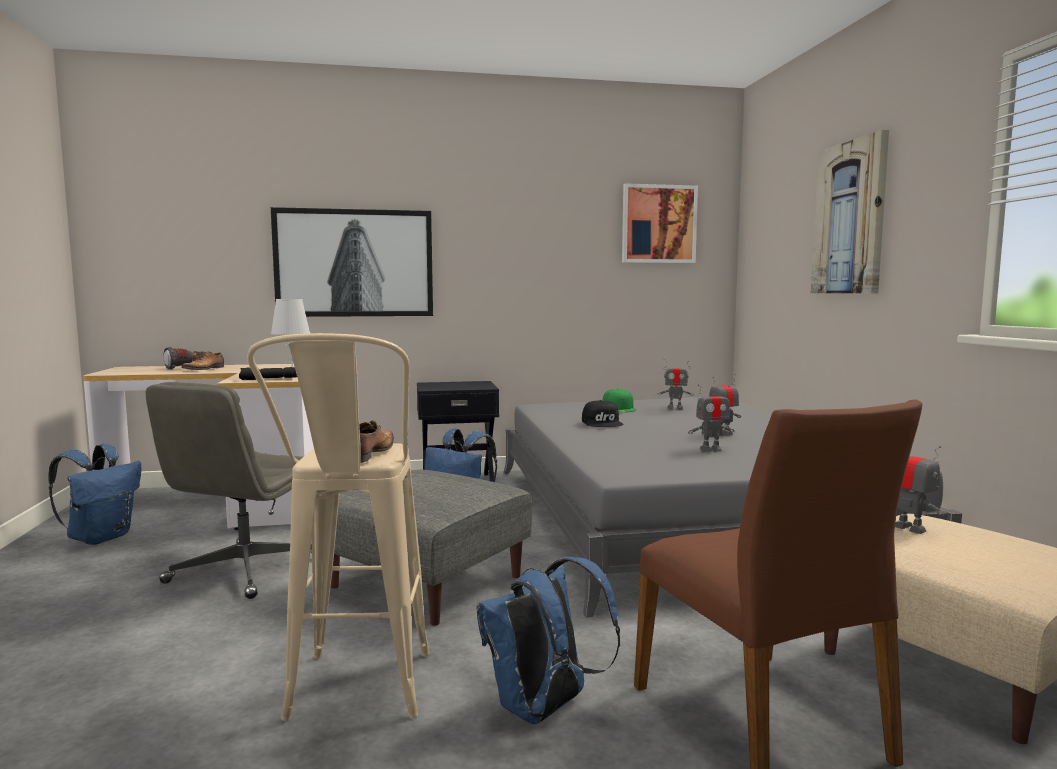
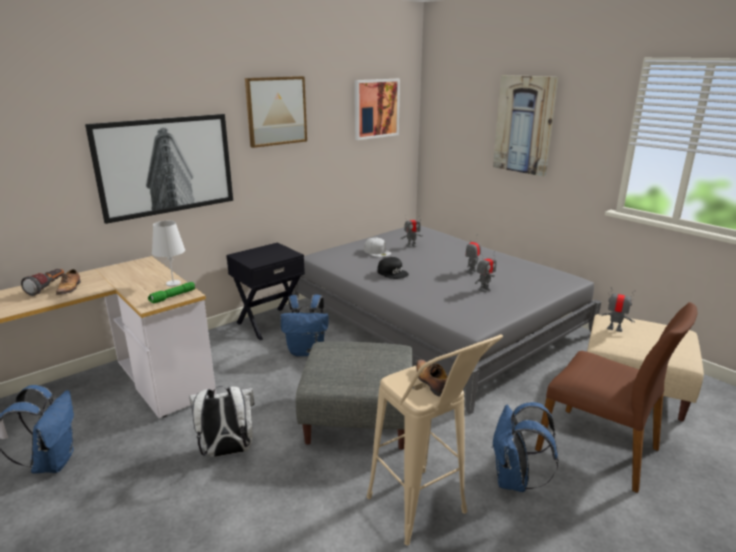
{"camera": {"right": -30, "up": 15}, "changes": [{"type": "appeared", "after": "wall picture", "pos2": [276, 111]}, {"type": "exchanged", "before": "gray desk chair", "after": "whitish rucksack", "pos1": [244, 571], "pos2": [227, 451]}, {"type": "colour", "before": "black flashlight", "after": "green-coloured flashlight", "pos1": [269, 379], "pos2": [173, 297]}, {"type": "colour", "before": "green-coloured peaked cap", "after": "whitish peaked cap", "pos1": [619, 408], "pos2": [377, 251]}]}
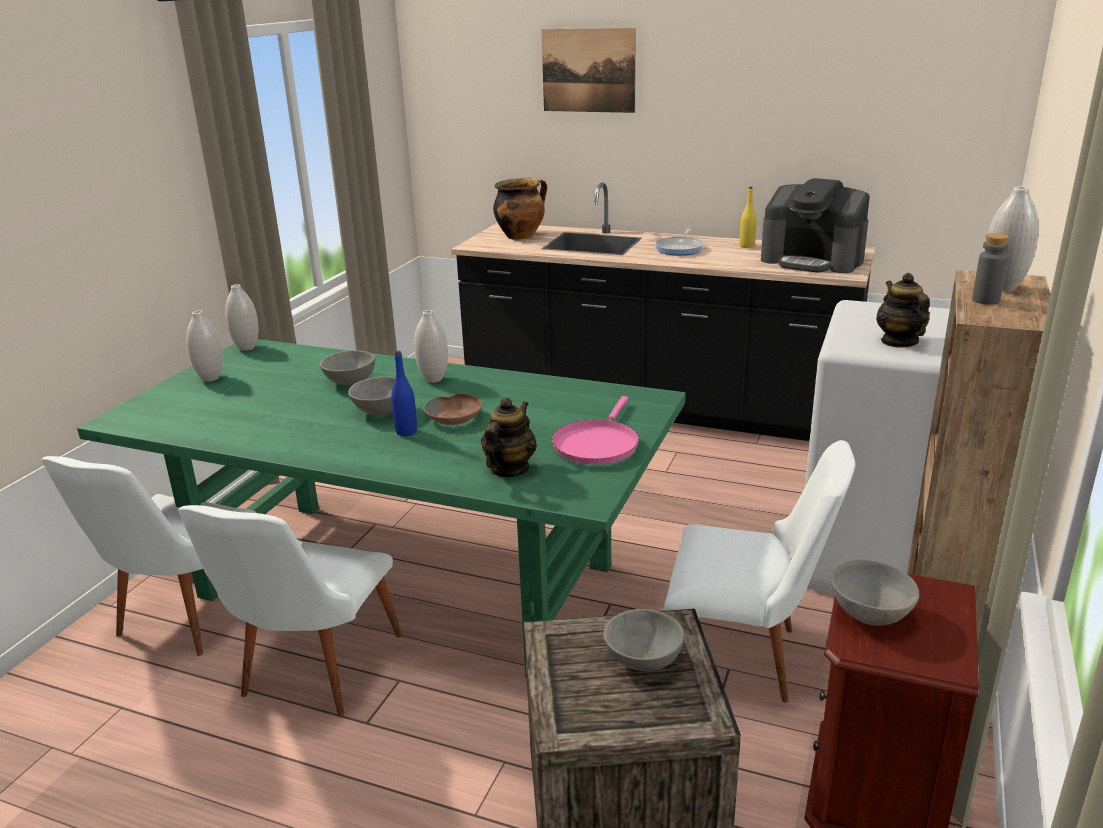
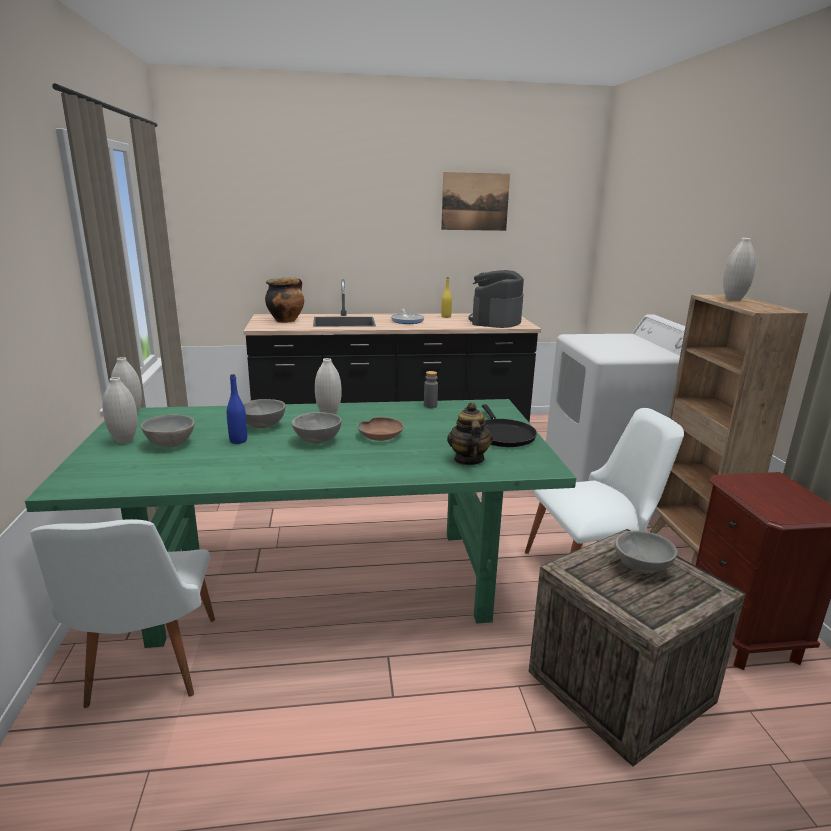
{"camera": {"right": -30, "up": -5}, "changes": [{"type": "missing", "before": "whitish upright chair", "pos1": [311, 674]}, {"type": "missing", "before": "tea pot", "pos1": [899, 342]}, {"type": "relocated", "before": "blue bottle", "pos1": [406, 432], "pos2": [238, 441]}, {"type": "relocated", "before": "wall picture", "pos1": [588, 70], "pos2": [475, 202]}, {"type": "relocated", "before": "gray serving bowl", "pos1": [870, 614], "pos2": [171, 443]}, {"type": "relocated", "before": "gray bottle", "pos1": [985, 300], "pos2": [430, 406]}, {"type": "colour", "before": "pink-coloured frying pan", "after": "black frying pan", "pos1": [597, 444], "pos2": [502, 435]}, {"type": "spun", "before": "coffee brewer", "pos1": [812, 260], "pos2": [495, 321], "turn": 105}]}
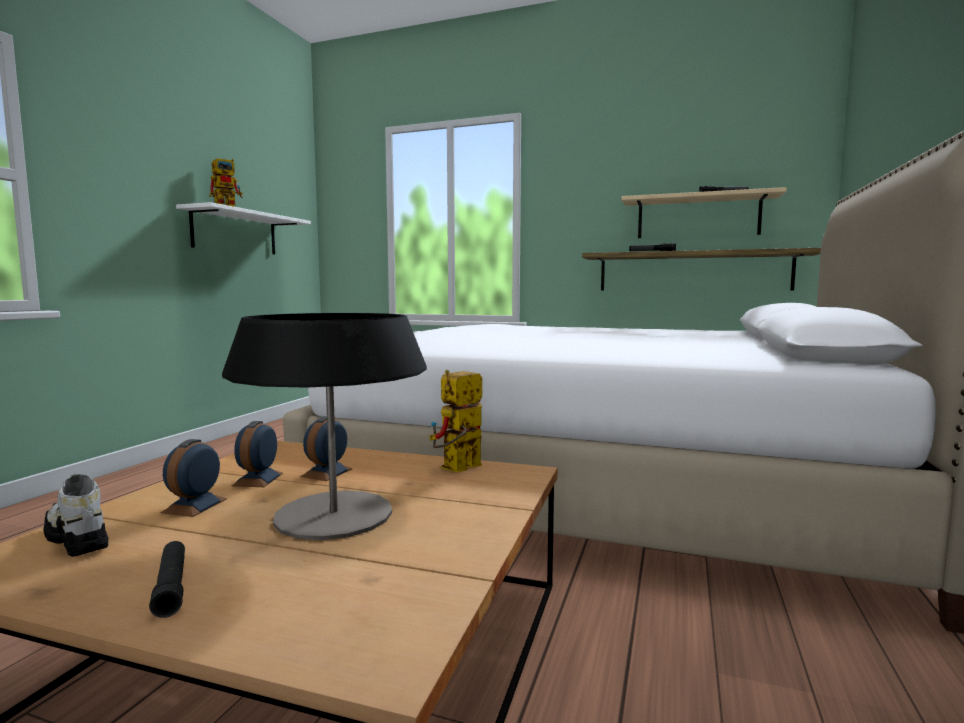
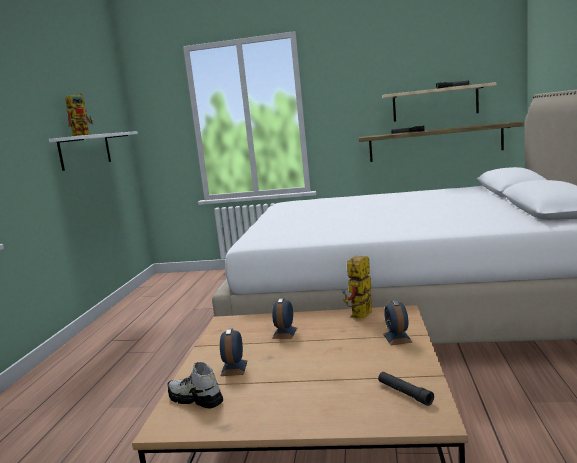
{"camera": {"right": -10, "up": 5}, "changes": [{"type": "missing", "before": "tabletop lamp", "pos1": [333, 514]}, {"type": "relocated", "before": "black flashlight", "pos1": [171, 586], "pos2": [404, 393]}, {"type": "relocated", "before": "bedside clock", "pos1": [258, 479], "pos2": [397, 338]}]}
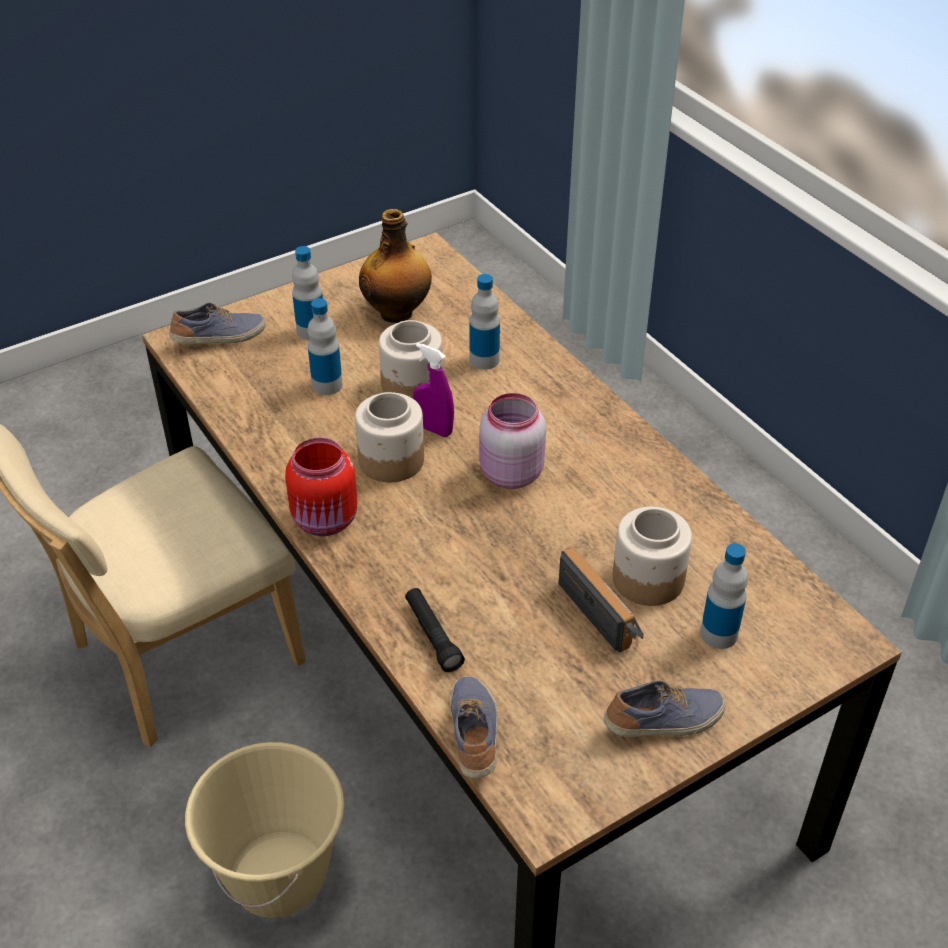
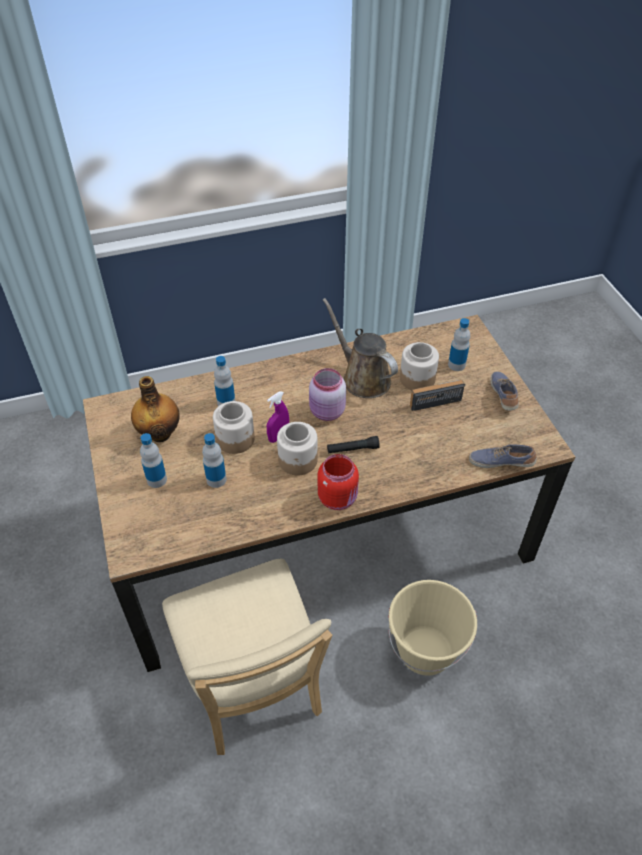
{"camera": {"right": -75, "up": 5}, "changes": [{"type": "missing", "before": "low shoe", "pos1": [220, 338]}, {"type": "appeared", "after": "brown sprinkling can", "pos2": [363, 378]}, {"type": "relocated", "before": "black flashlight", "pos1": [432, 635], "pos2": [352, 449]}]}
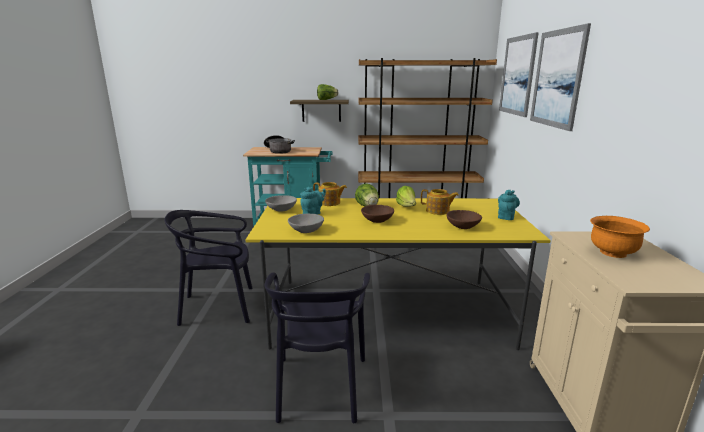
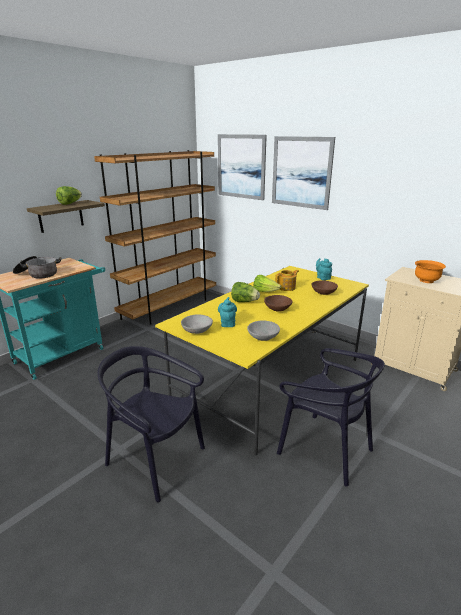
{"camera": {"right": -50, "up": 5}, "changes": [{"type": "missing", "before": "tea pot", "pos1": [330, 203]}, {"type": "spun", "before": "black upright chair", "pos1": [219, 307], "pos2": [155, 459], "turn": 90}]}
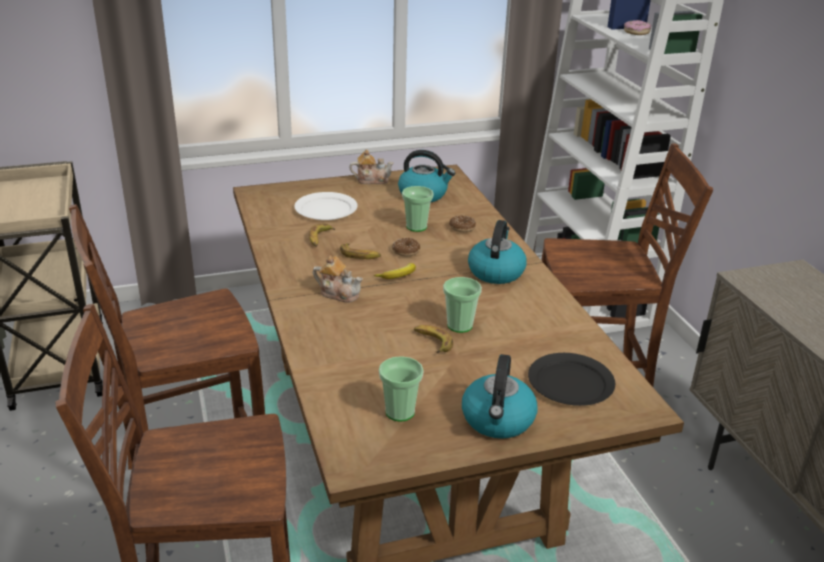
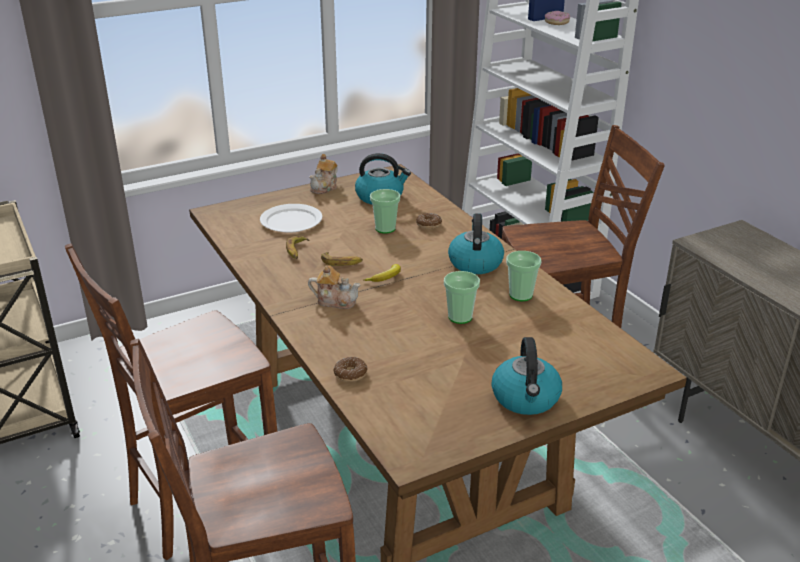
{"camera": {"right": -10, "up": 0}, "changes": [{"type": "missing", "before": "banana", "pos1": [432, 342]}, {"type": "missing", "before": "black plate", "pos1": [571, 382]}, {"type": "relocated", "before": "small cup", "pos1": [400, 412], "pos2": [520, 295]}, {"type": "relocated", "before": "donut", "pos1": [406, 251], "pos2": [350, 374]}, {"type": "spun", "before": "tea pot", "pos1": [371, 180], "pos2": [325, 187], "turn": 135}]}
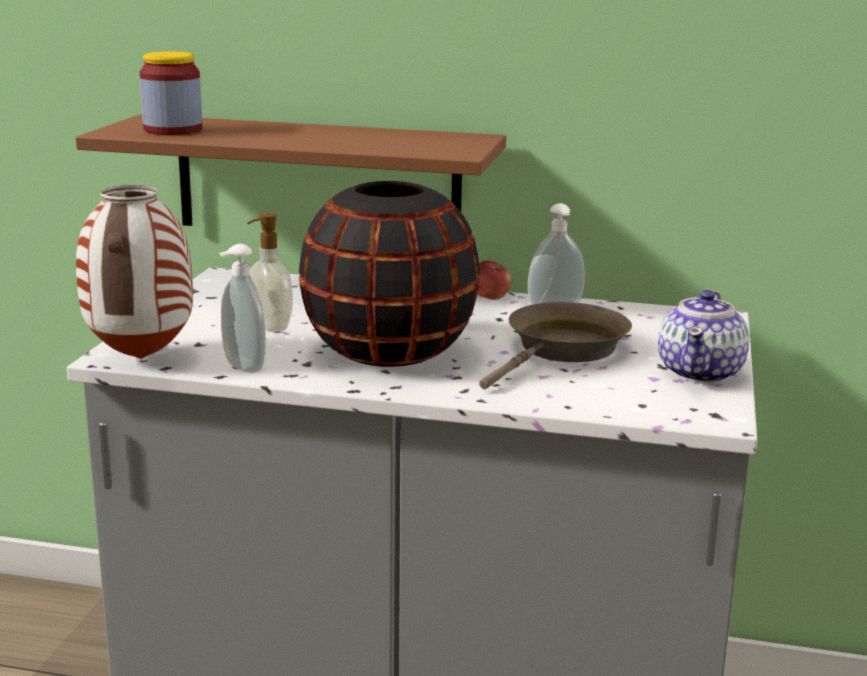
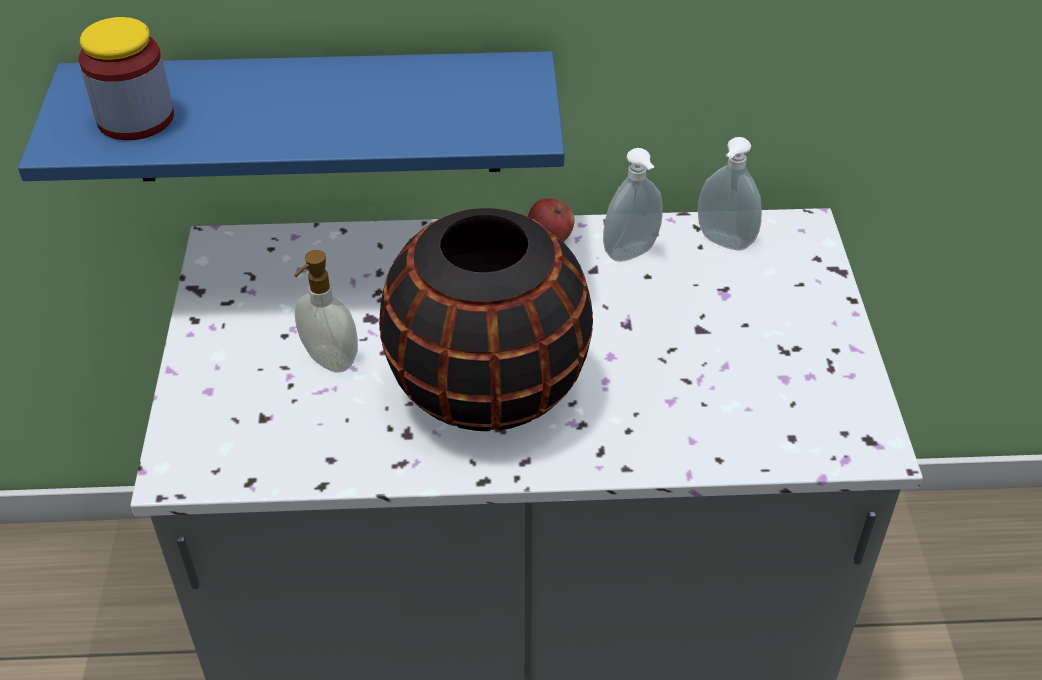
{"camera": {"right": -15, "up": 25}, "changes": [{"type": "missing", "before": "decorative vase", "pos1": [142, 359]}, {"type": "missing", "before": "brown frying pan", "pos1": [563, 350]}, {"type": "missing", "before": "tea pot", "pos1": [701, 372]}, {"type": "relocated", "before": "liquid soap bottle", "pos1": [241, 367], "pos2": [723, 243]}, {"type": "colour", "before": "brown wall shelf", "after": "blue wall shelf", "pos1": [317, 180], "pos2": [315, 117]}]}
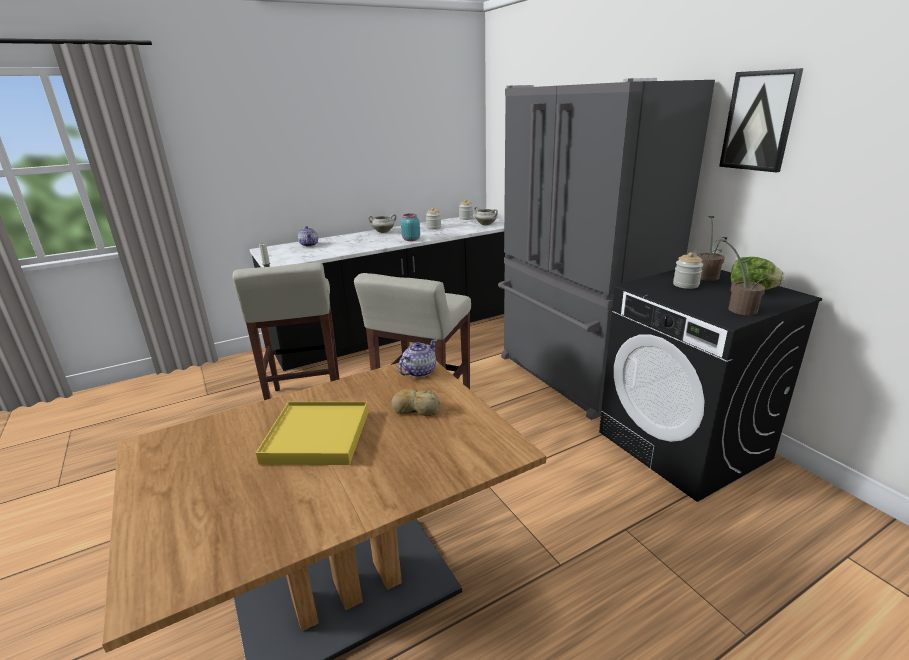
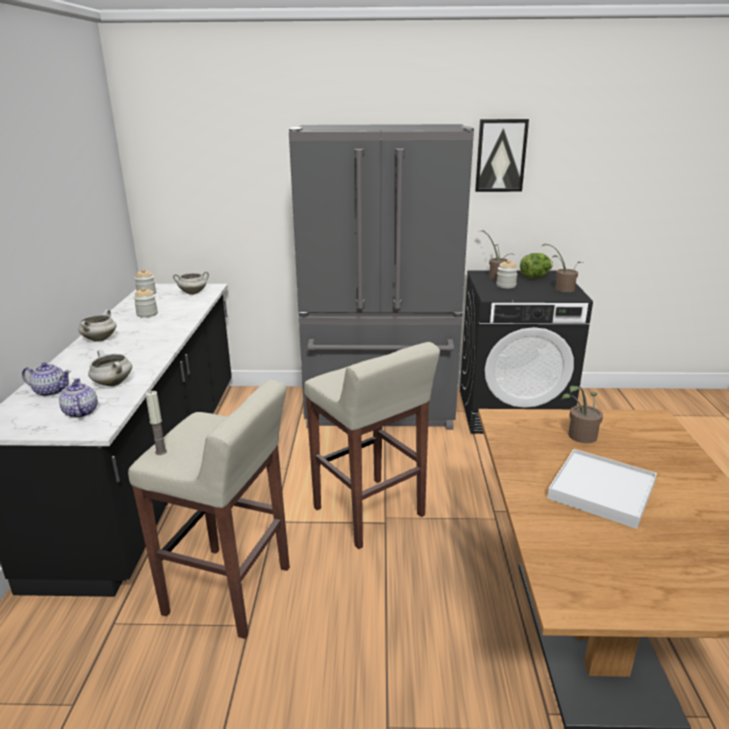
{"camera": {"right": -60, "up": 0}, "changes": [{"type": "missing", "before": "blue-green storage jar", "pos1": [410, 239]}, {"type": "appeared", "after": "whitish cooking pot", "pos2": [112, 383]}, {"type": "relocated", "before": "tea pot", "pos1": [419, 372], "pos2": [80, 412]}, {"type": "exchanged", "before": "bakery bread", "after": "potted plant", "pos1": [416, 409], "pos2": [579, 437]}, {"type": "colour", "before": "yellow-coloured serving tray", "after": "whitish serving tray", "pos1": [317, 436], "pos2": [601, 490]}]}
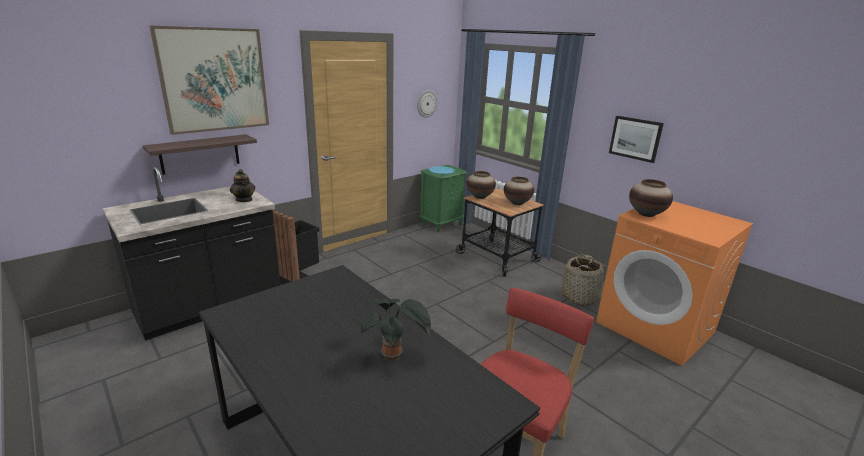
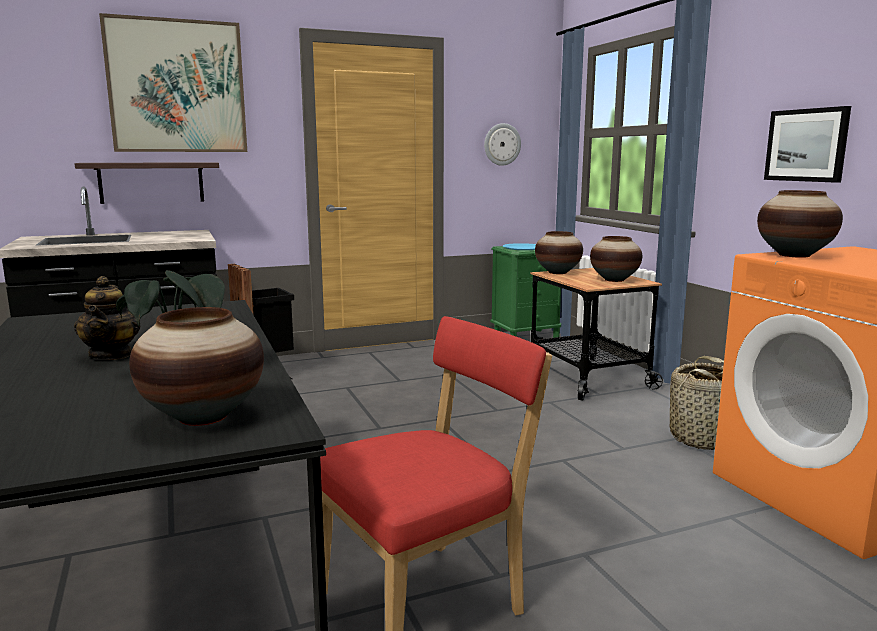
{"camera": {"right": 20, "up": -10}, "changes": [{"type": "appeared", "after": "decorative vase", "pos2": [204, 417]}, {"type": "relocated", "before": "tea pot", "pos1": [244, 200], "pos2": [112, 355]}]}
